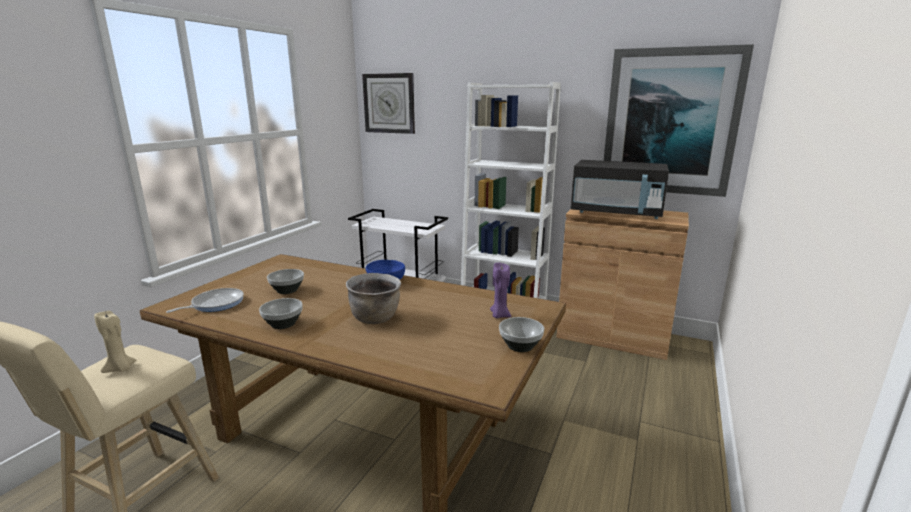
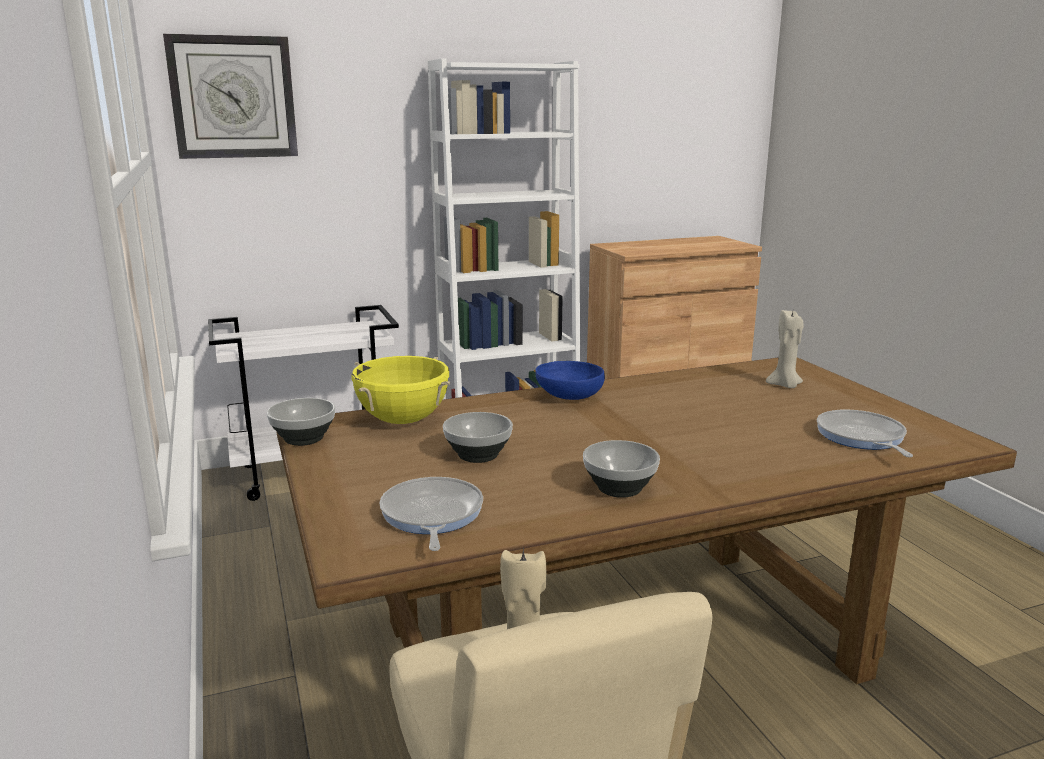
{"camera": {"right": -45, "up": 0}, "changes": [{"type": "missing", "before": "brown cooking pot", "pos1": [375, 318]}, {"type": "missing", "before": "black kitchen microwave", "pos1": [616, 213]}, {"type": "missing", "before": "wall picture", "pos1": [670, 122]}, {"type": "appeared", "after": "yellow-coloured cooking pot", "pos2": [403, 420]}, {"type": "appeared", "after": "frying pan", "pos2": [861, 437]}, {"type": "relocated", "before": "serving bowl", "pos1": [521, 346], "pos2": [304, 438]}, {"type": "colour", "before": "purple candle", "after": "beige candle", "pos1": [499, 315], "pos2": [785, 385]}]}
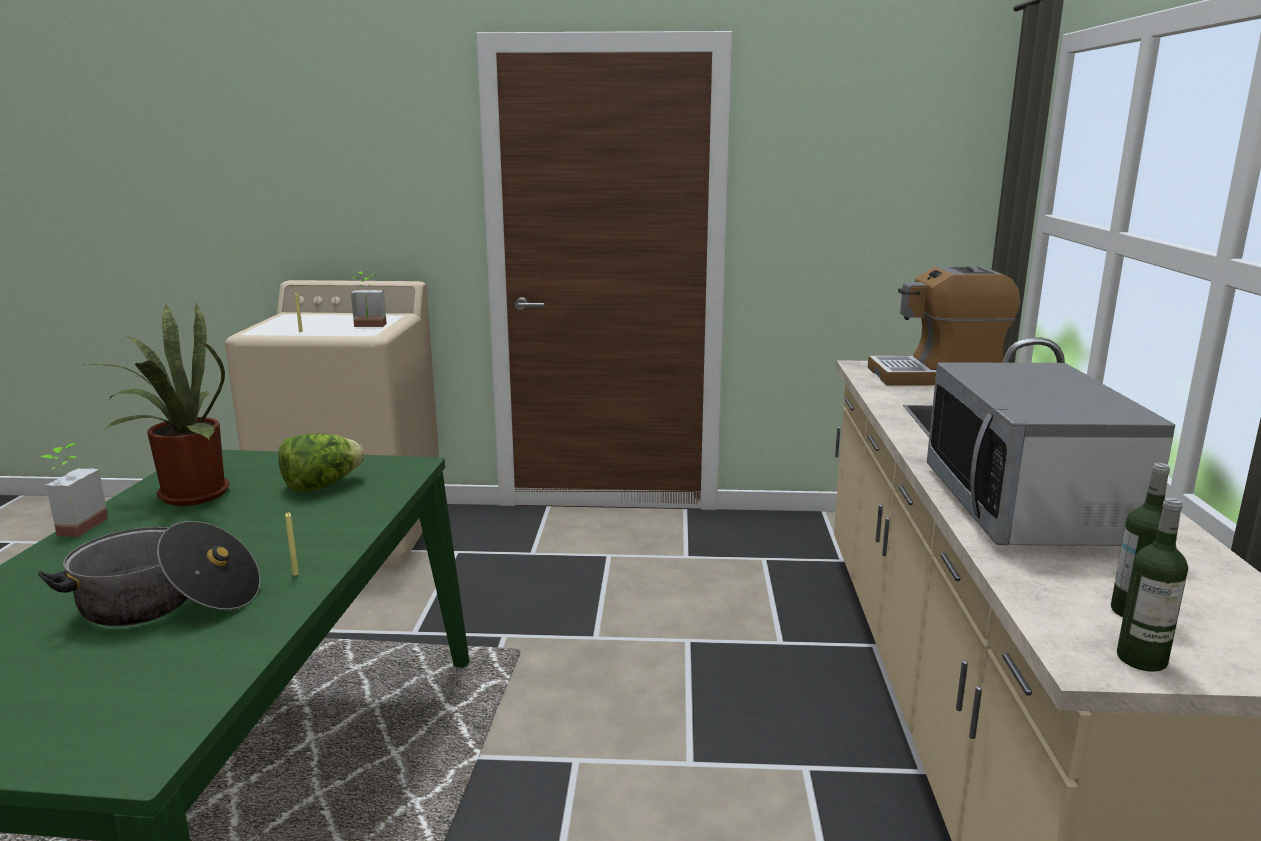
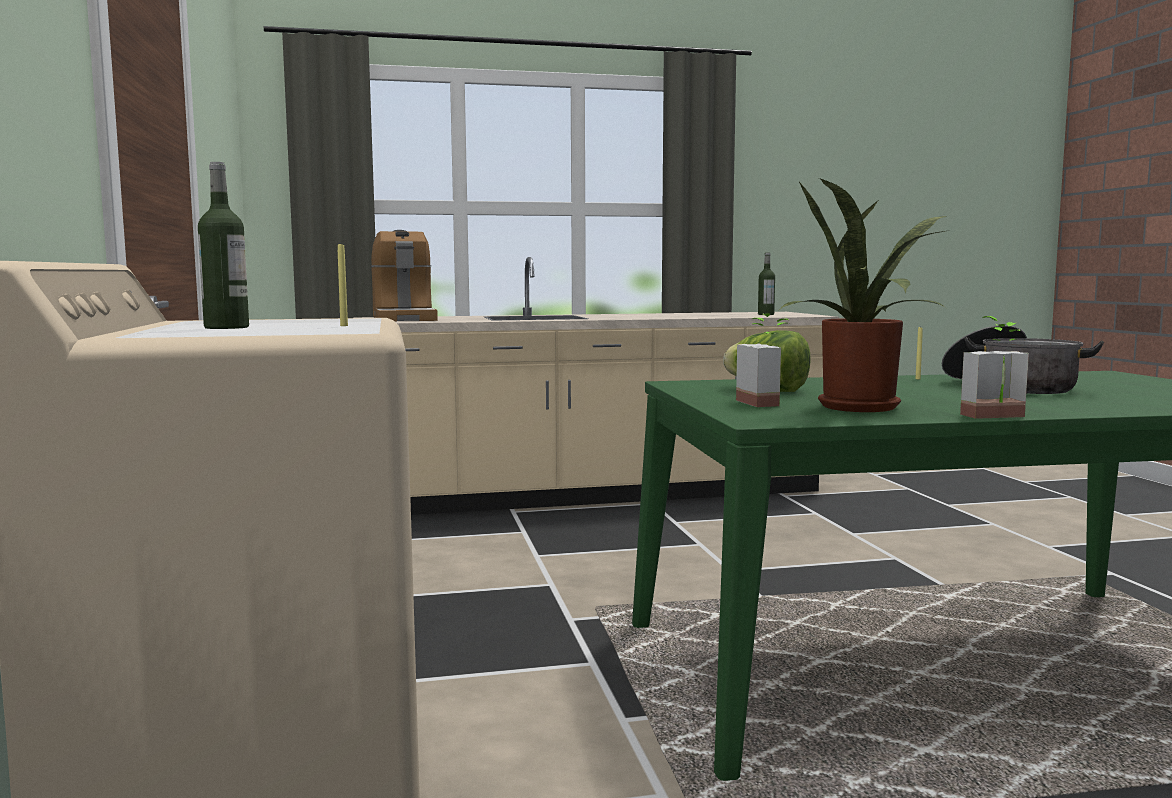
{"camera": {"right": -105, "up": -10}, "changes": [{"type": "missing", "before": "kitchen microwave", "pos1": [1027, 508]}, {"type": "relocated", "before": "potted plant", "pos1": [368, 326], "pos2": [766, 402]}, {"type": "relocated", "before": "bottle", "pos1": [1141, 659], "pos2": [226, 327]}]}
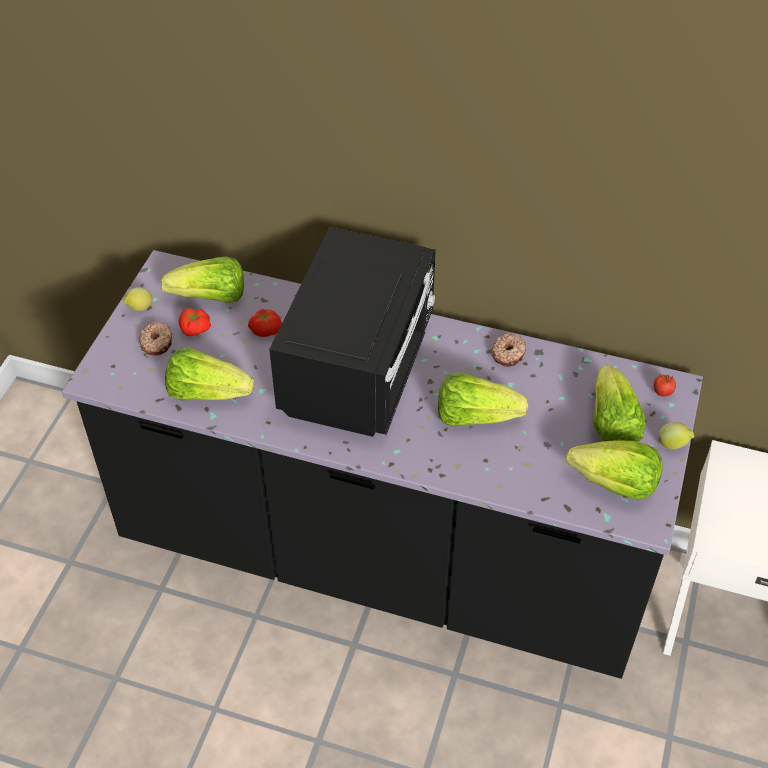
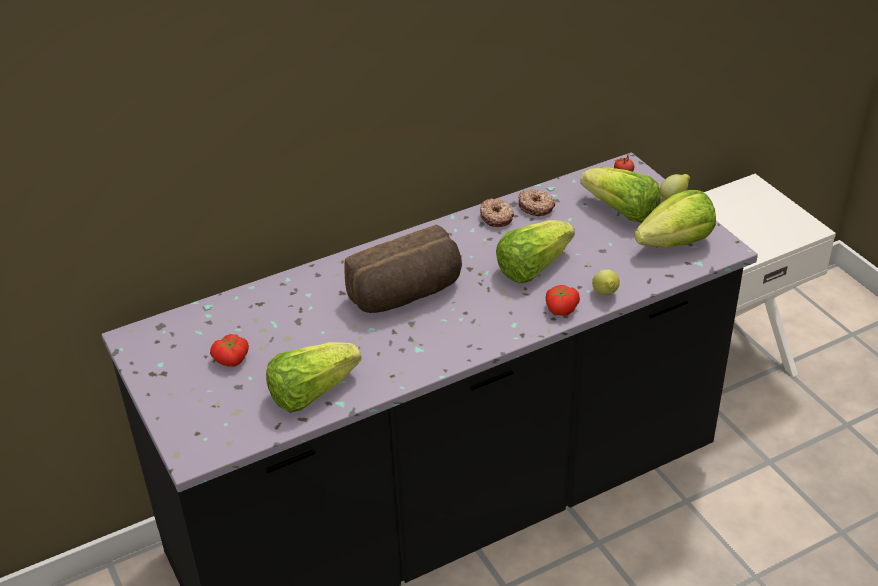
{"camera": {"right": -45, "up": -10}, "changes": [{"type": "missing", "before": "head of lettuce", "pos1": [210, 298]}, {"type": "relocated", "before": "citrus fruit", "pos1": [139, 309], "pos2": [605, 295]}, {"type": "relocated", "before": "donut", "pos1": [157, 343], "pos2": [536, 207]}, {"type": "relocated", "before": "tomato", "pos1": [266, 329], "pos2": [560, 308]}, {"type": "exchanged", "before": "black kitchen microwave", "after": "bakery bread", "pos1": [360, 368], "pos2": [407, 295]}]}
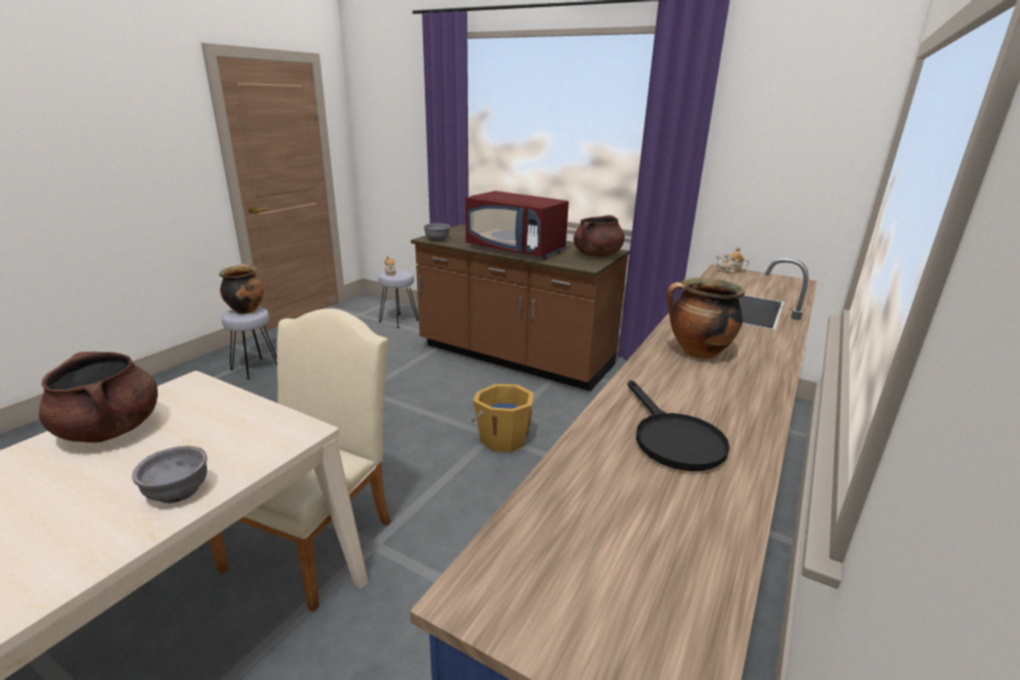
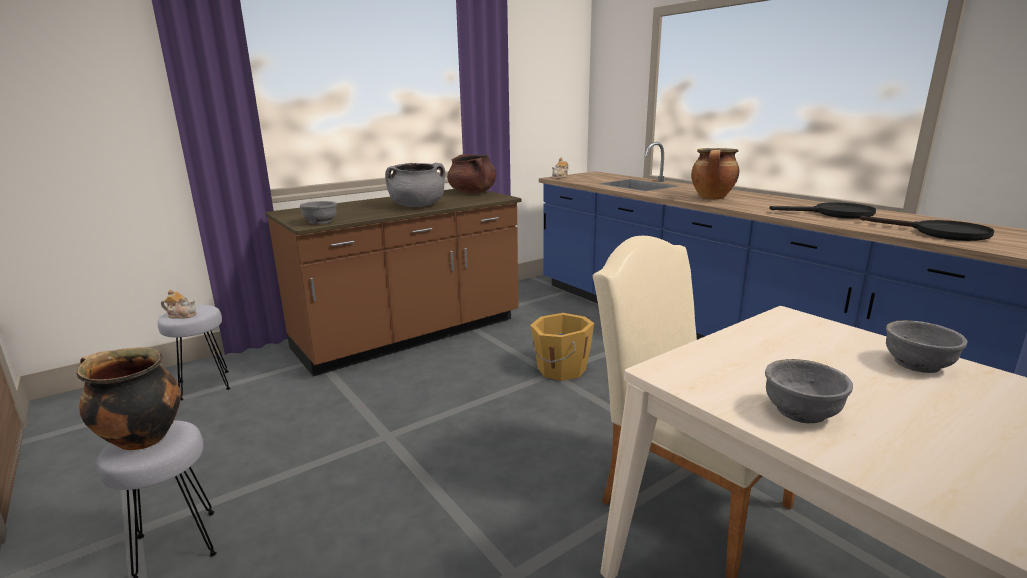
{"camera": {"right": -65, "up": -5}, "changes": [{"type": "appeared", "after": "black frying pan", "pos2": [940, 233]}, {"type": "exchanged", "before": "brown cooking pot", "after": "gray serving bowl", "pos1": [111, 430], "pos2": [801, 411]}, {"type": "exchanged", "before": "reddish kitchen microwave", "after": "gray cooking pot", "pos1": [516, 250], "pos2": [417, 206]}]}
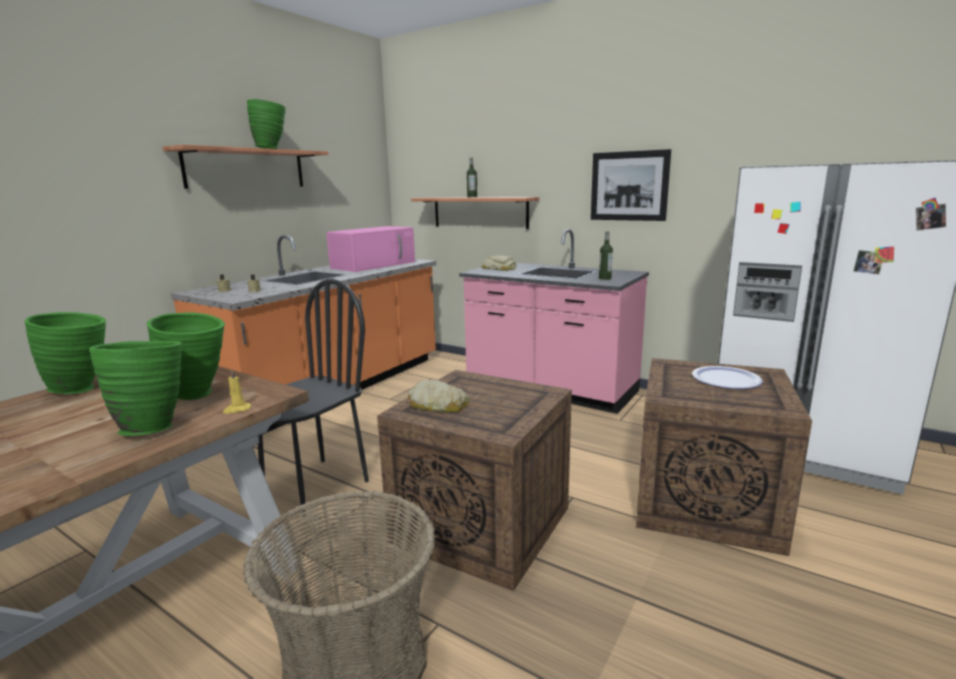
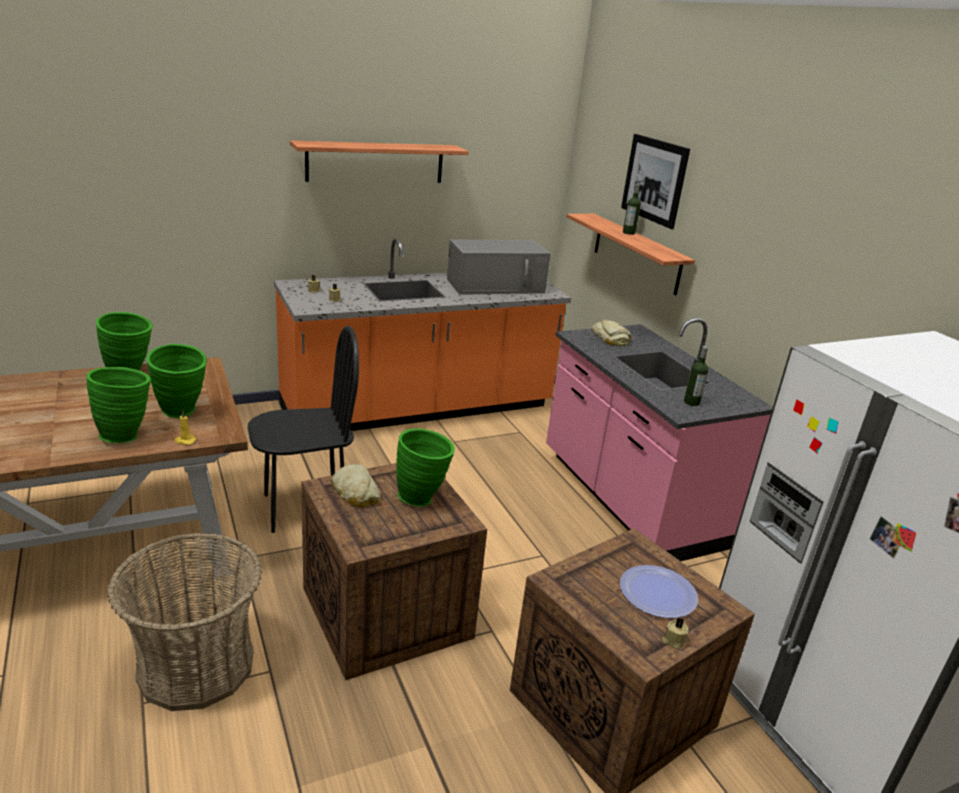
{"camera": {"right": 30, "up": 10}, "changes": [{"type": "appeared", "after": "beige candle", "pos2": [673, 641]}, {"type": "relocated", "before": "green-coloured decorative vase", "pos1": [271, 149], "pos2": [423, 498]}, {"type": "relocated", "before": "wall picture", "pos1": [629, 186], "pos2": [654, 180]}, {"type": "colour", "before": "pink-coloured kitchen microwave", "after": "gray kitchen microwave", "pos1": [374, 264], "pos2": [497, 286]}]}
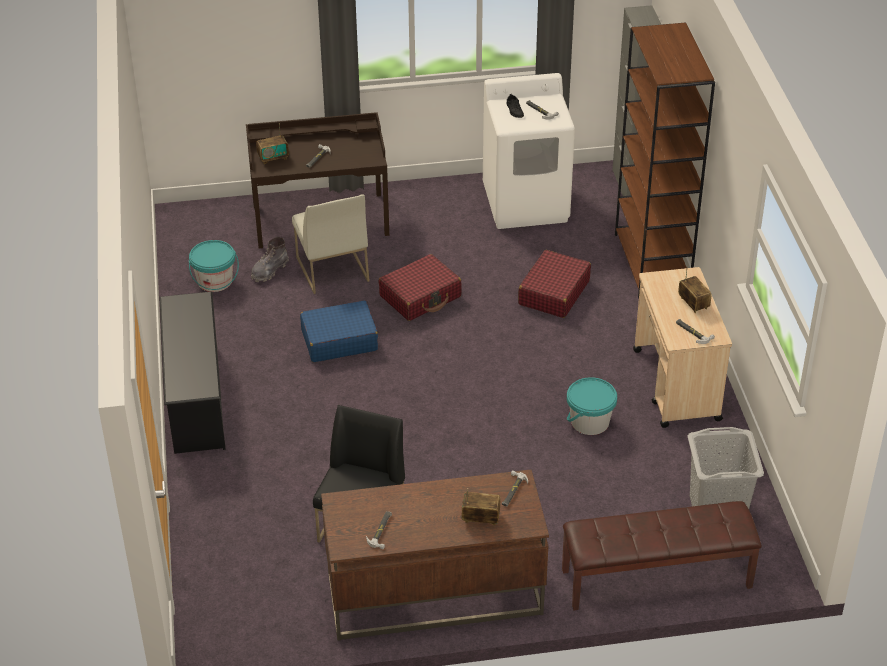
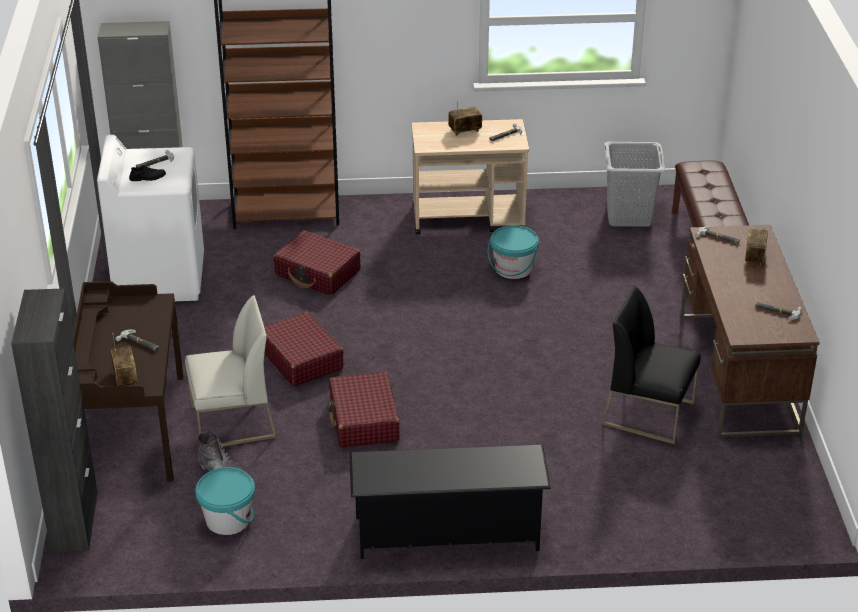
{"camera": {"right": -85, "up": -5}, "changes": [{"type": "appeared", "after": "black cupboard", "pos2": [74, 522]}, {"type": "colour", "before": "blue piece of luggage", "after": "reddish piece of luggage", "pos1": [339, 340], "pos2": [364, 420]}]}
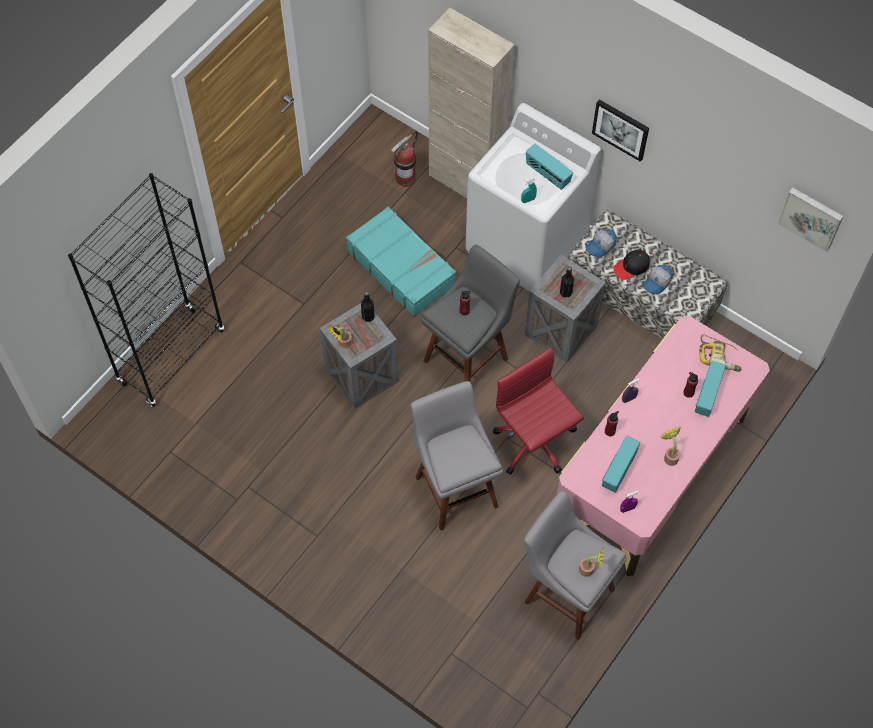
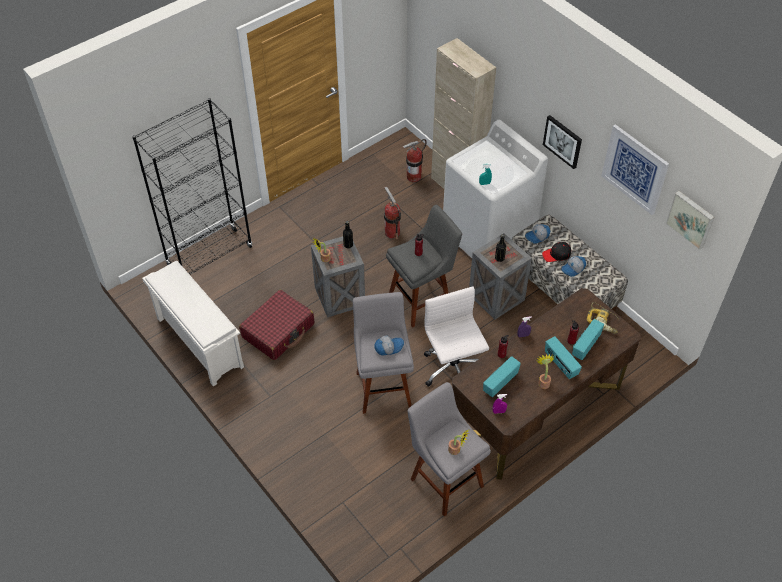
{"camera": {"right": 15, "up": -10}, "changes": [{"type": "appeared", "after": "whitish shoe shelf", "pos2": [198, 342]}, {"type": "appeared", "after": "reddish piece of luggage", "pos2": [278, 331]}, {"type": "appeared", "after": "peaked cap", "pos2": [388, 347]}, {"type": "appeared", "after": "wall picture", "pos2": [635, 169]}, {"type": "relocated", "before": "radio", "pos1": [547, 175], "pos2": [560, 364]}, {"type": "exchanged", "before": "blue-green piece of luggage", "after": "fire-fighting cylinder", "pos1": [401, 267], "pos2": [392, 232]}, {"type": "colour", "before": "reddish desk chair", "after": "whitish desk chair", "pos1": [535, 443], "pos2": [453, 369]}, {"type": "colour", "before": "pink-coloured desk", "after": "brown desk", "pos1": [651, 472], "pos2": [537, 409]}]}
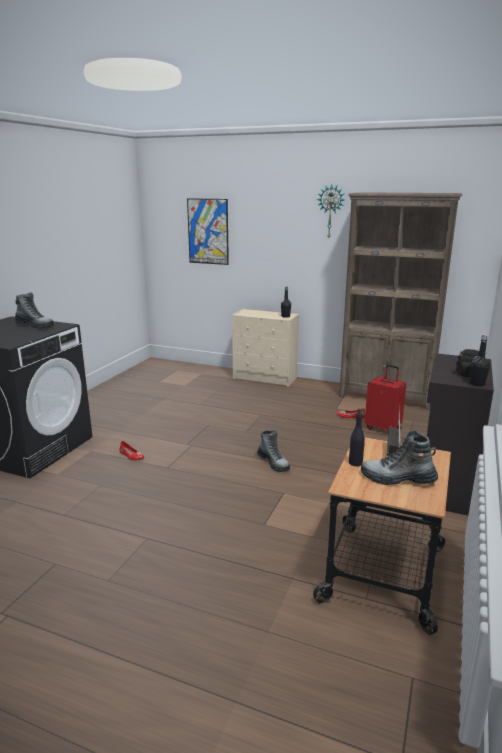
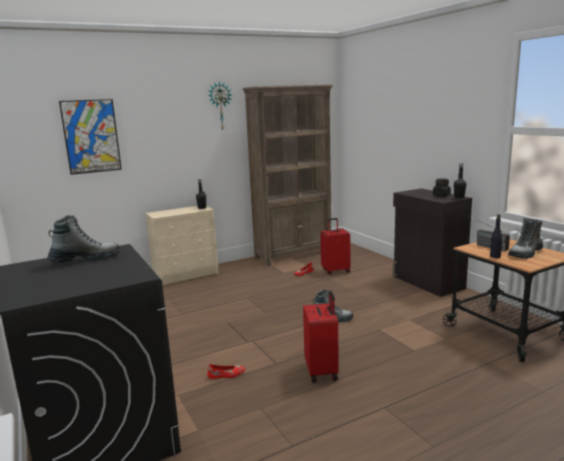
{"camera": {"right": -50, "up": -5}, "changes": [{"type": "appeared", "after": "reddish piece of luggage", "pos2": [322, 371]}]}
